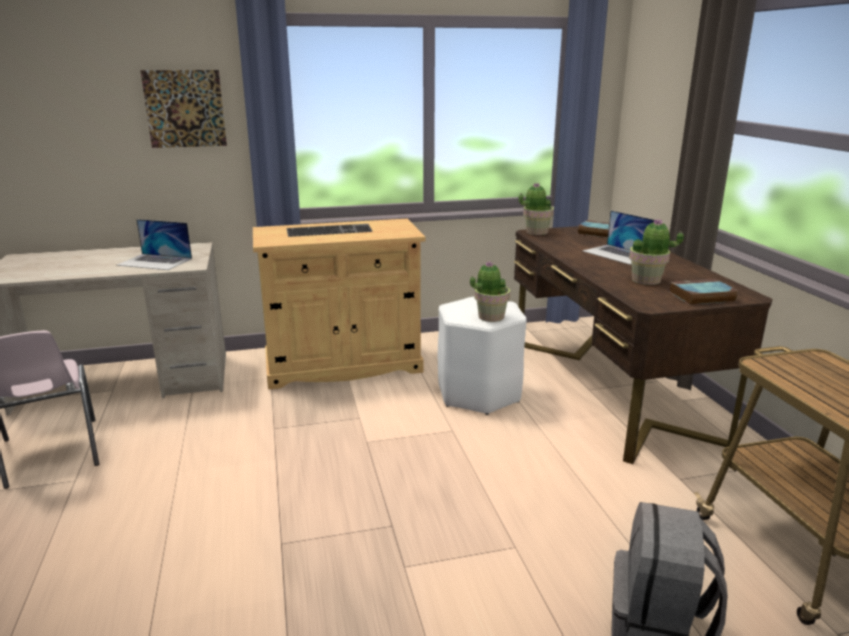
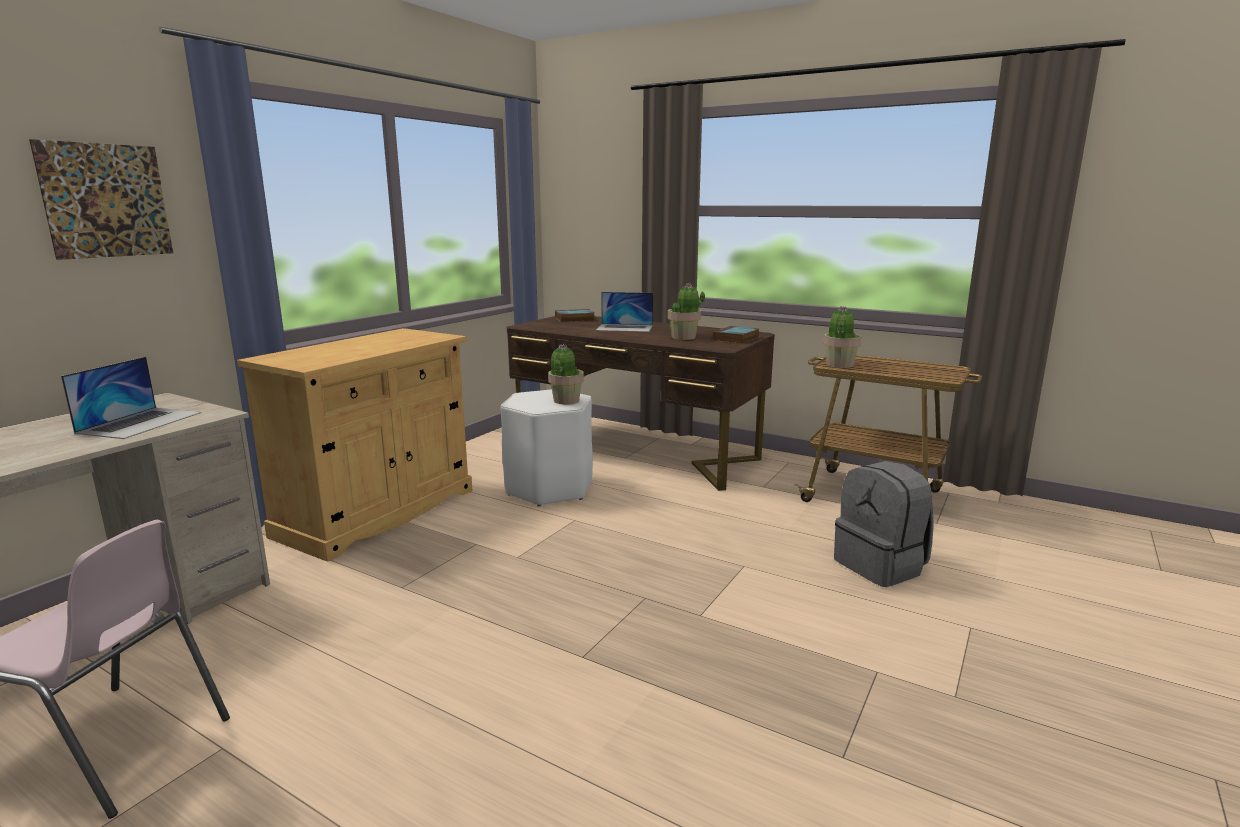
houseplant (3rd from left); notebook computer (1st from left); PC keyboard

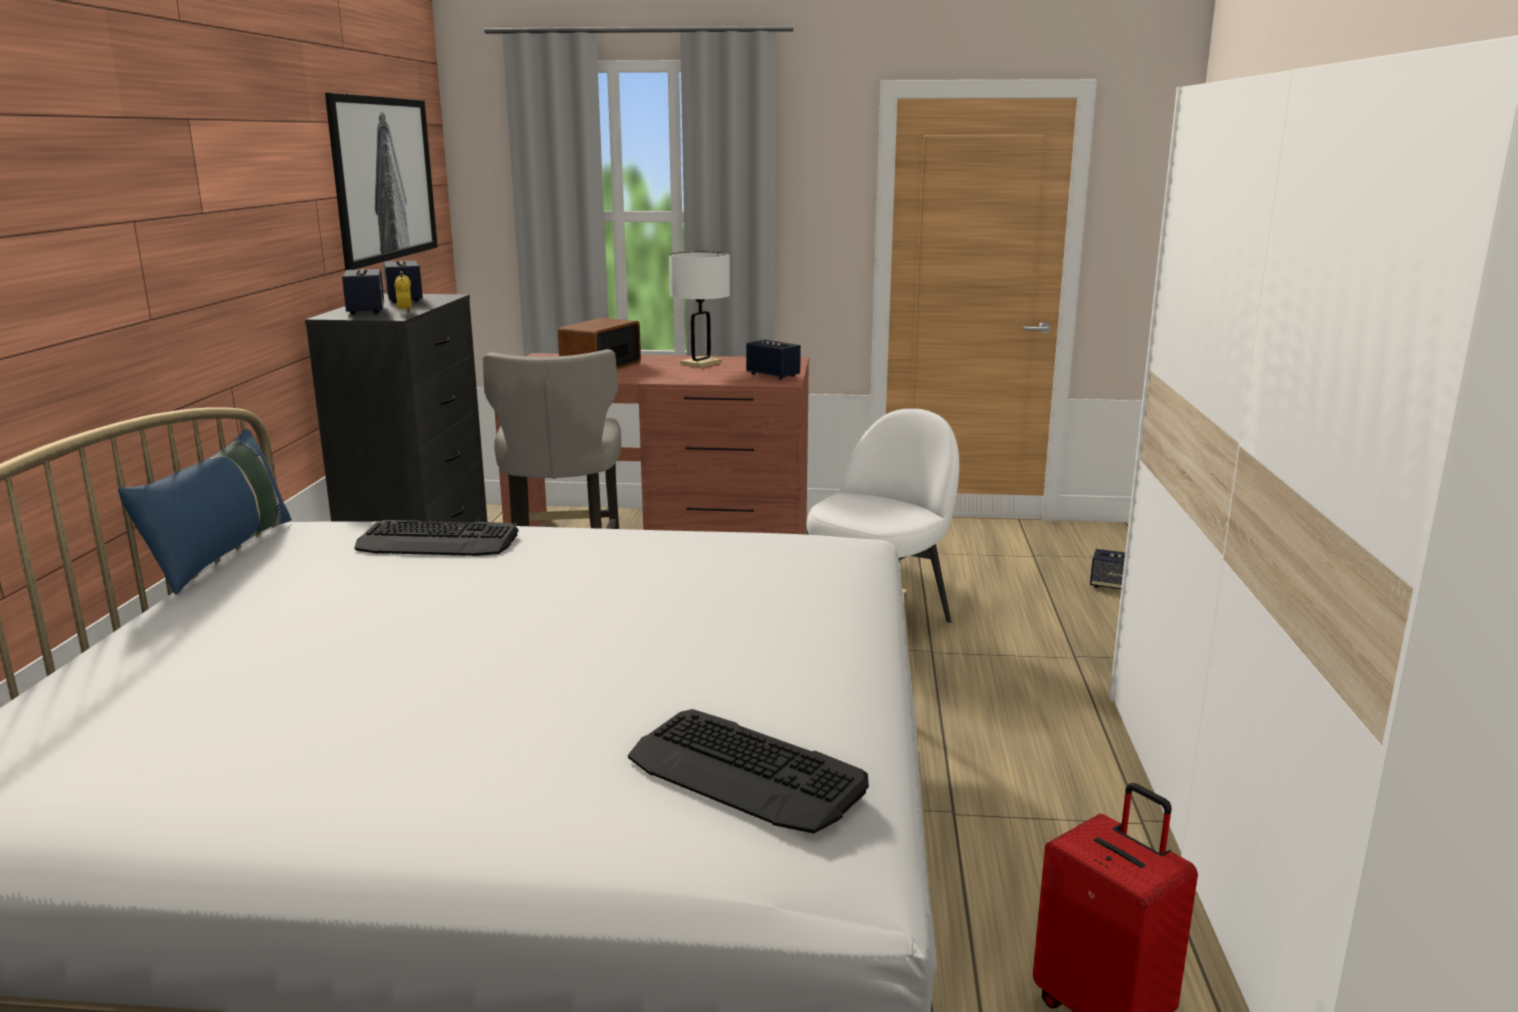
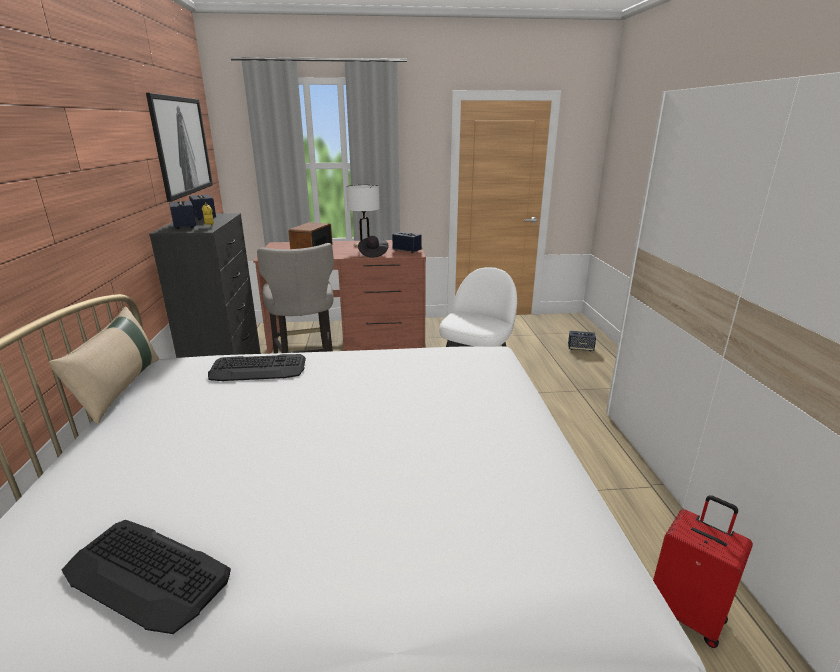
cushion in sand-coloured; PC keyboard (1st from left); hat in blackish

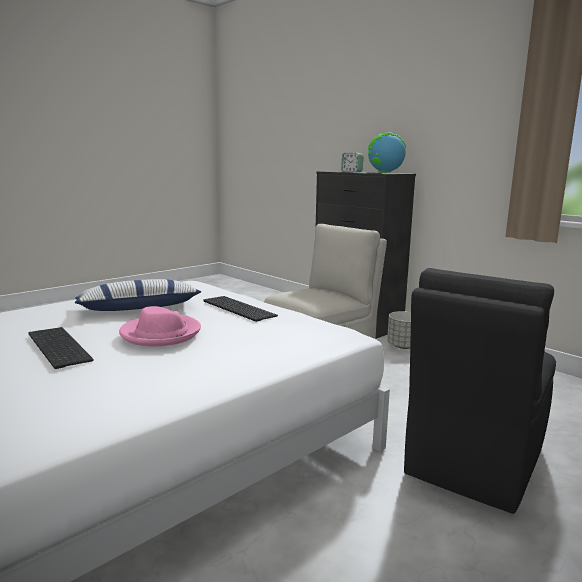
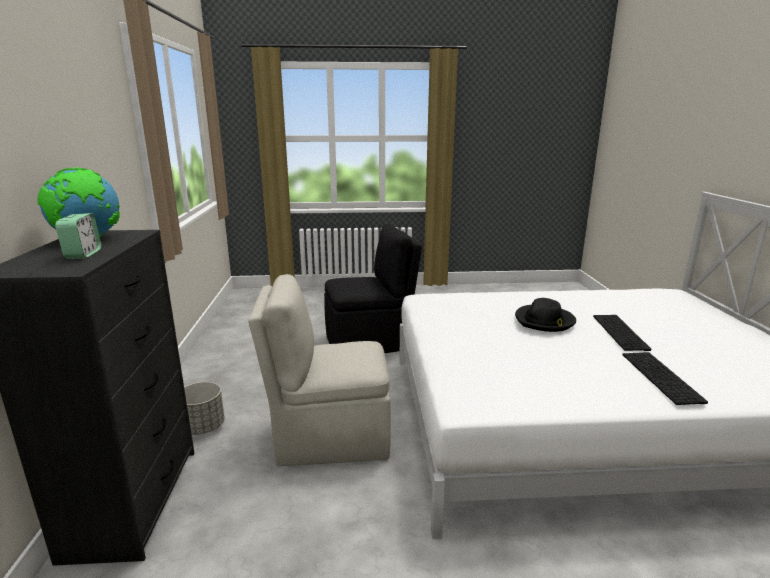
cushion; PC keyboard (2nd from left); hat in blackish

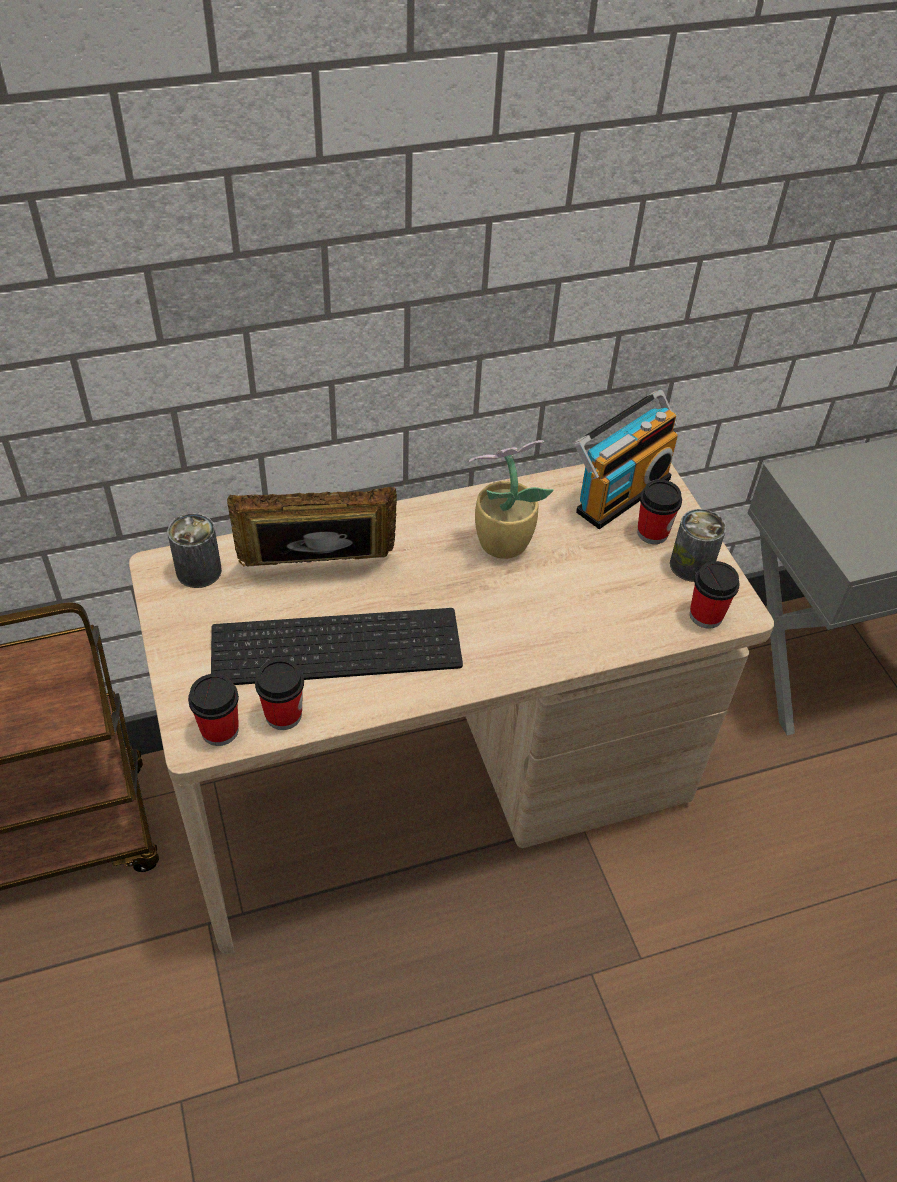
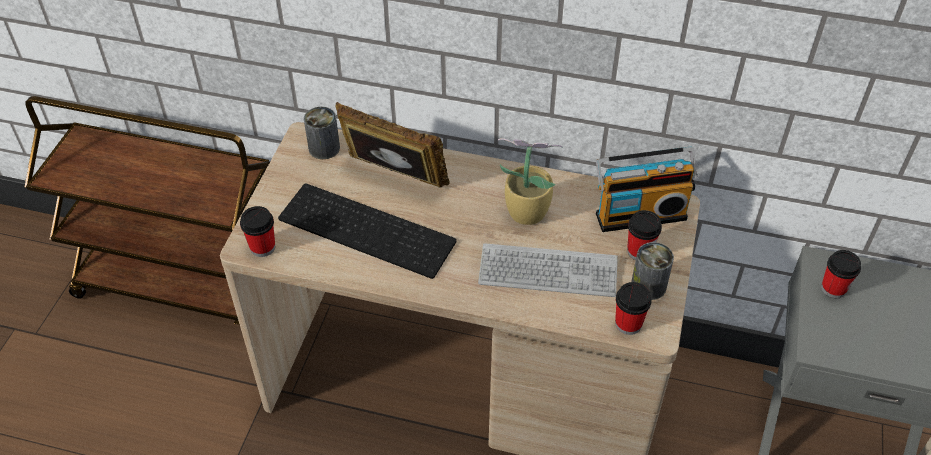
cup (4th from left); PC keyboard (2nd from left)

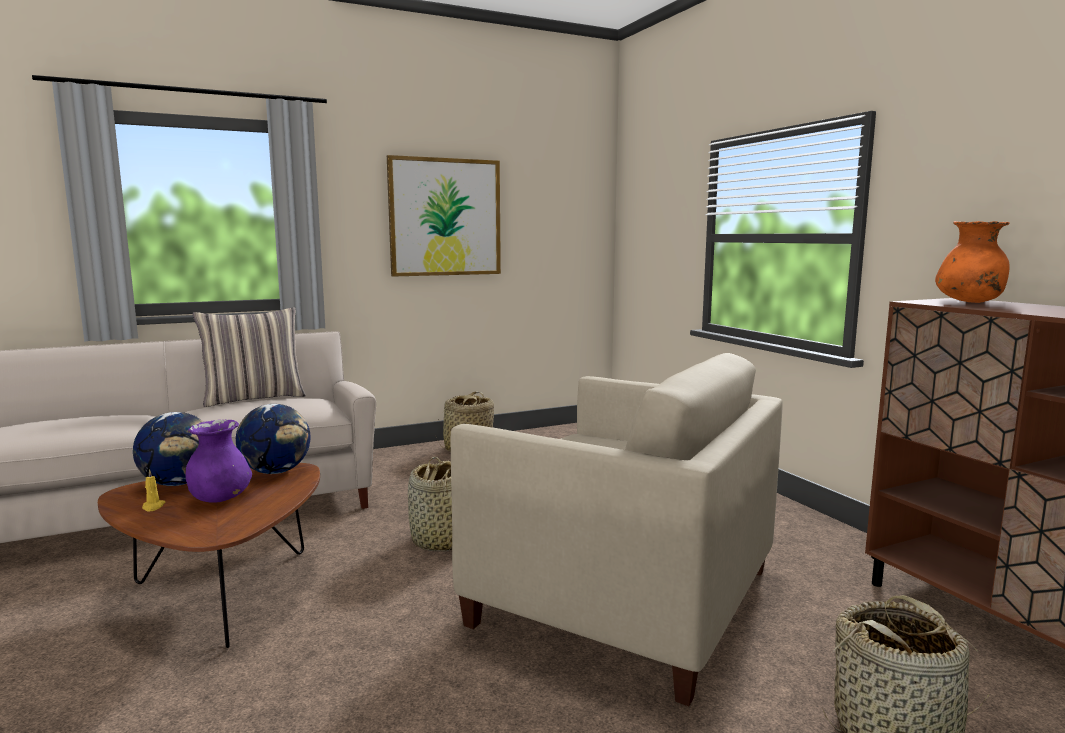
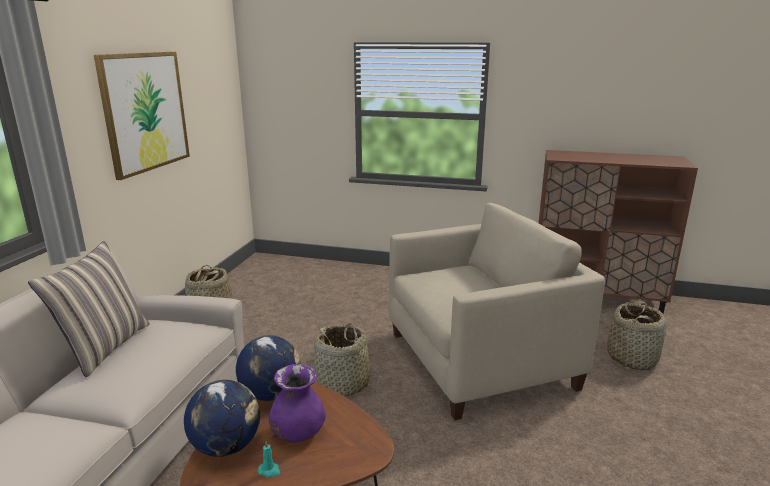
decorative vase in orange; candle in blue-green

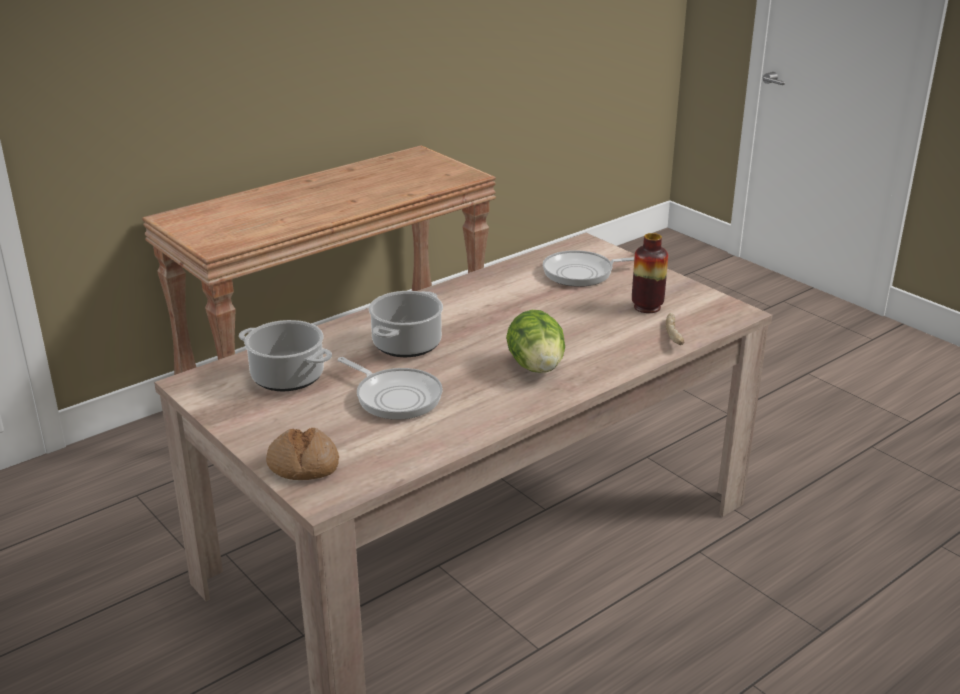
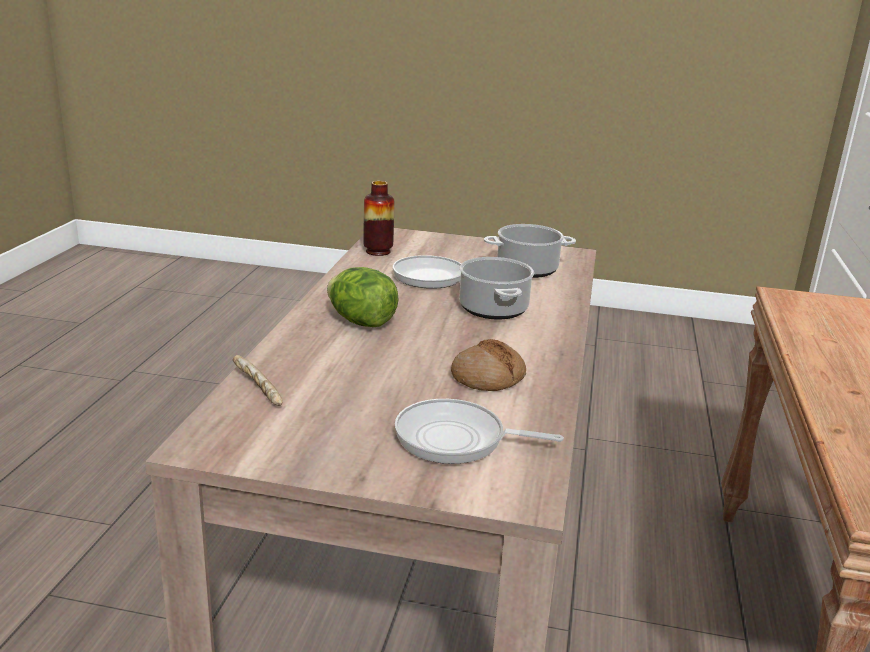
decorative vase; frying pan (2nd from left); bread (2nd from left)

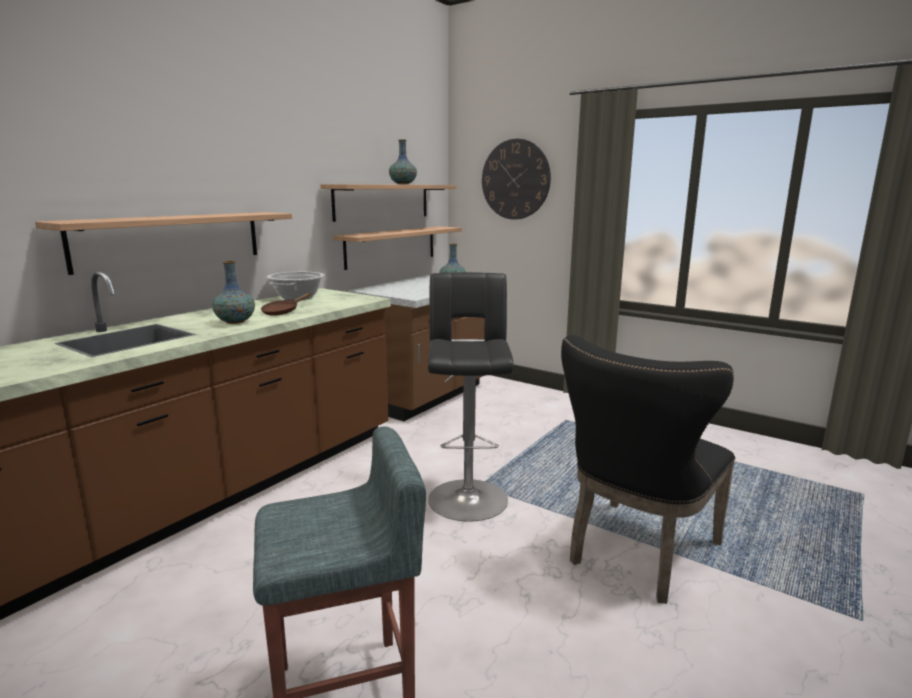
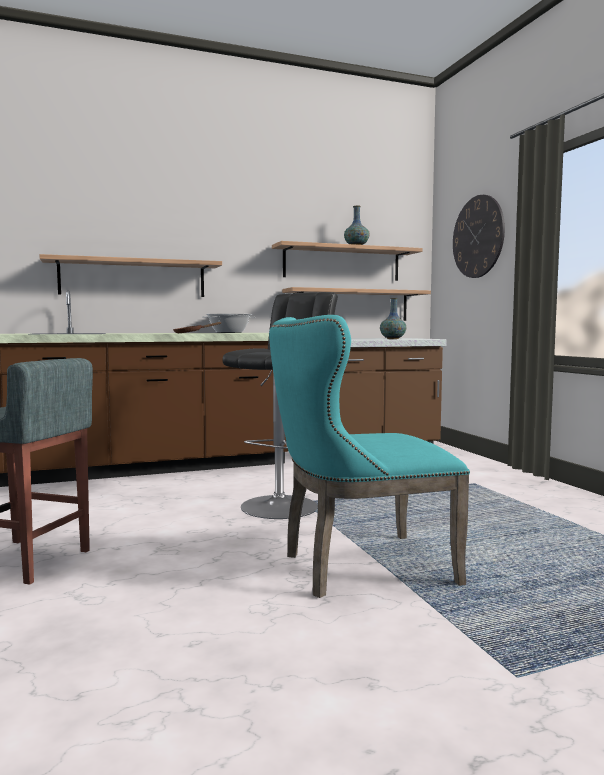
decorative vase (1st from left in the first image); chair in blue-green

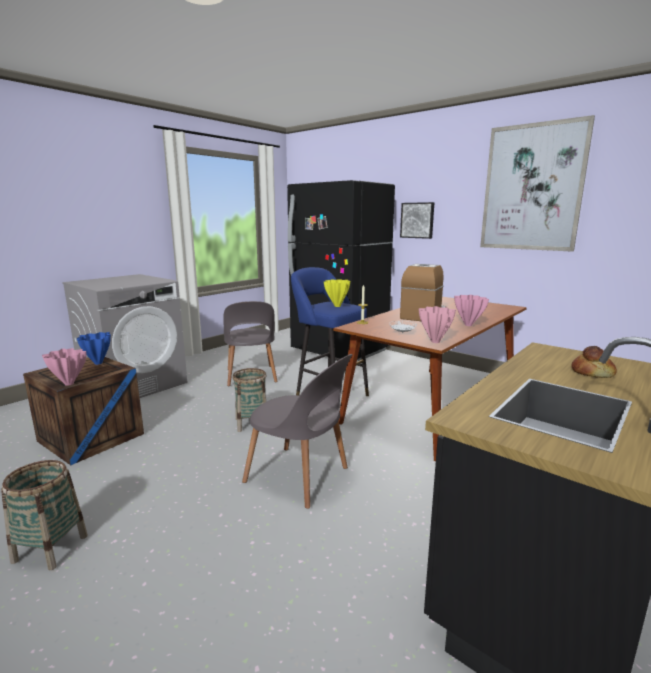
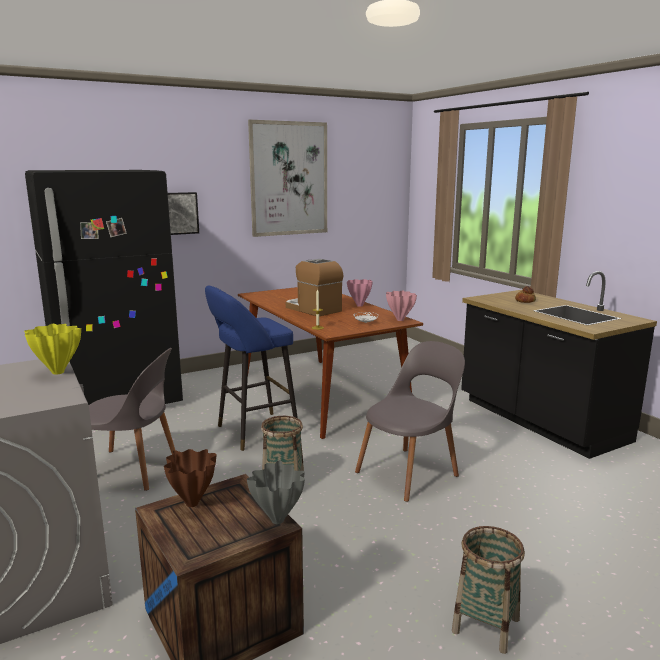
decorative vase in yellowish; decorative vase in brownish; decorative vase in greyish

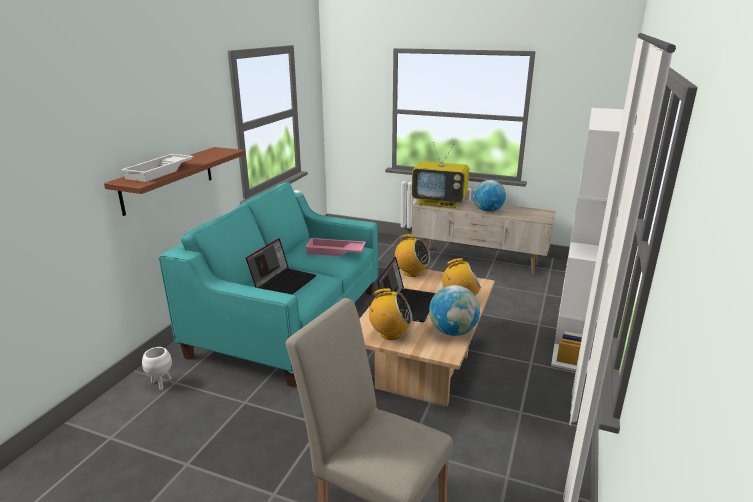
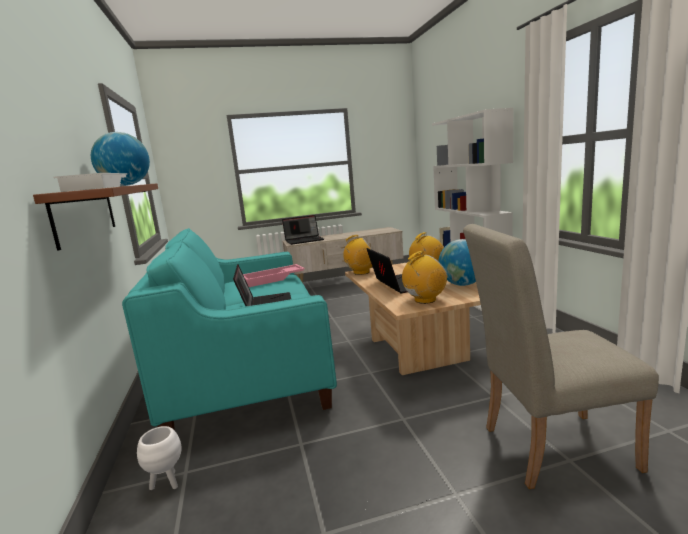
notebook computer (2nd from left); desk globe (1st from left)

